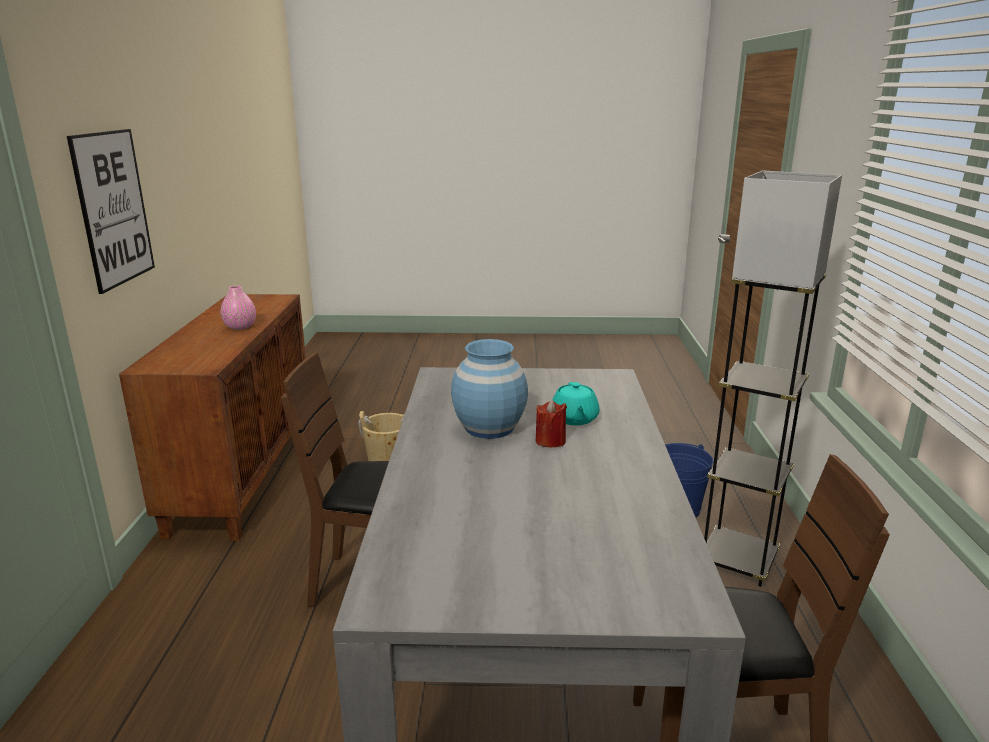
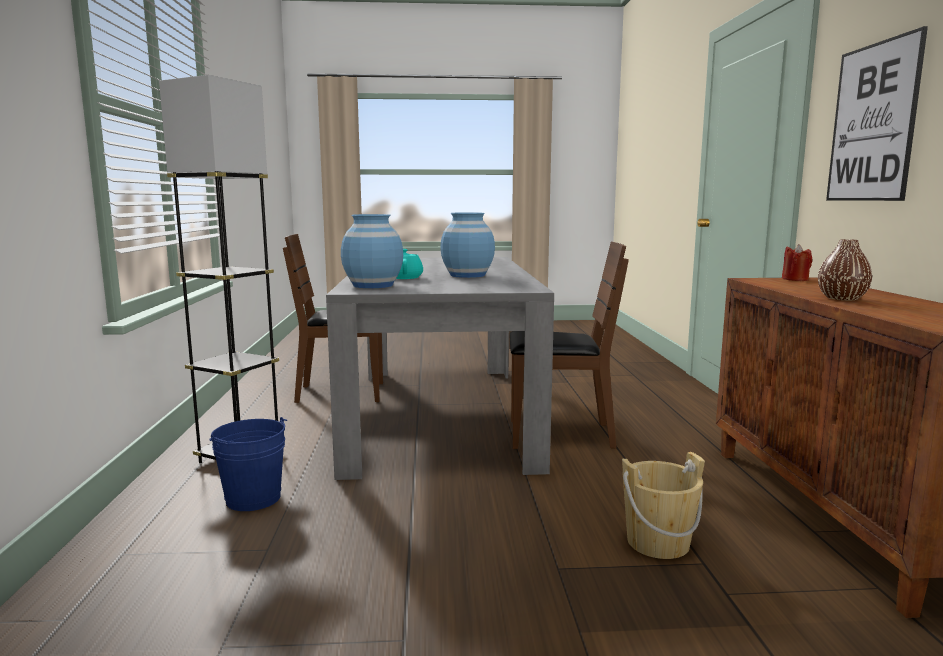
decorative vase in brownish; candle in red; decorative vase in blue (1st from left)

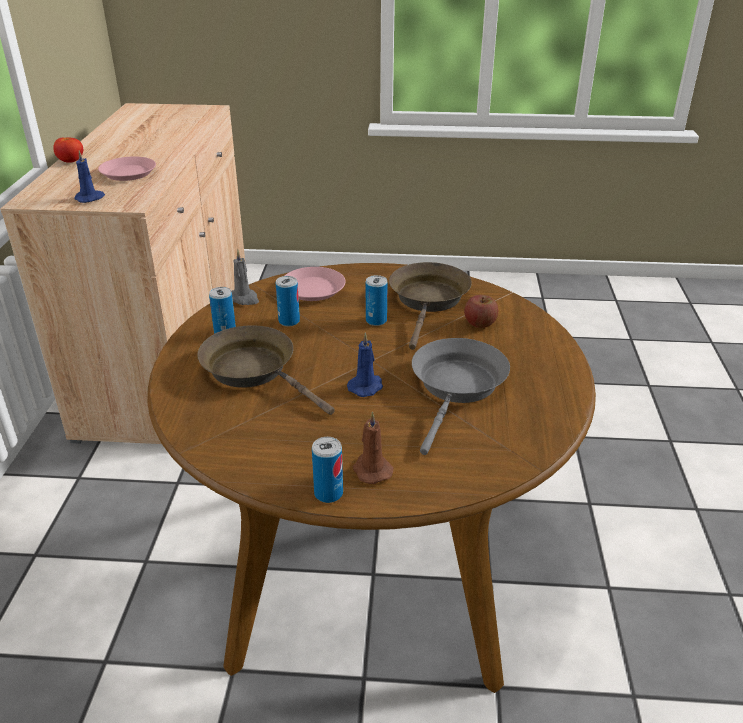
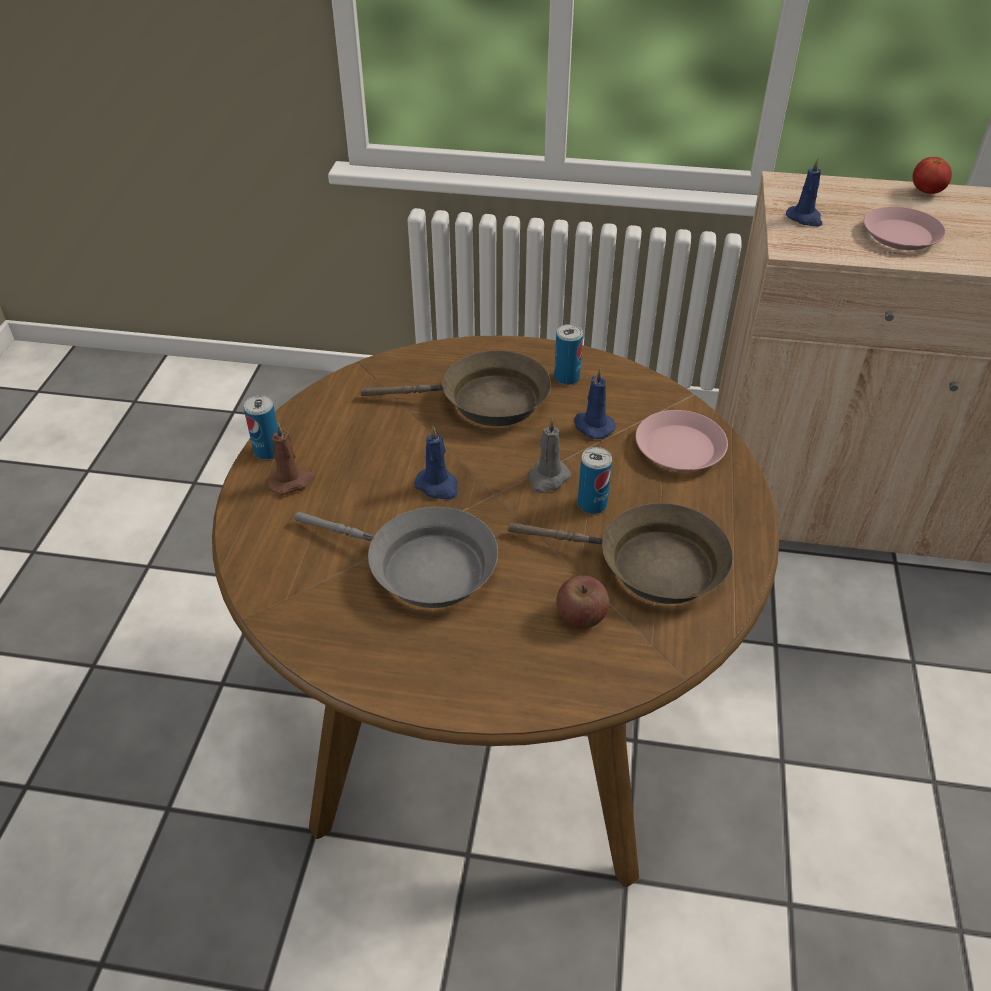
candle in greyish; candle in blue (2nd from left); frying pan in brownish (1st from left)

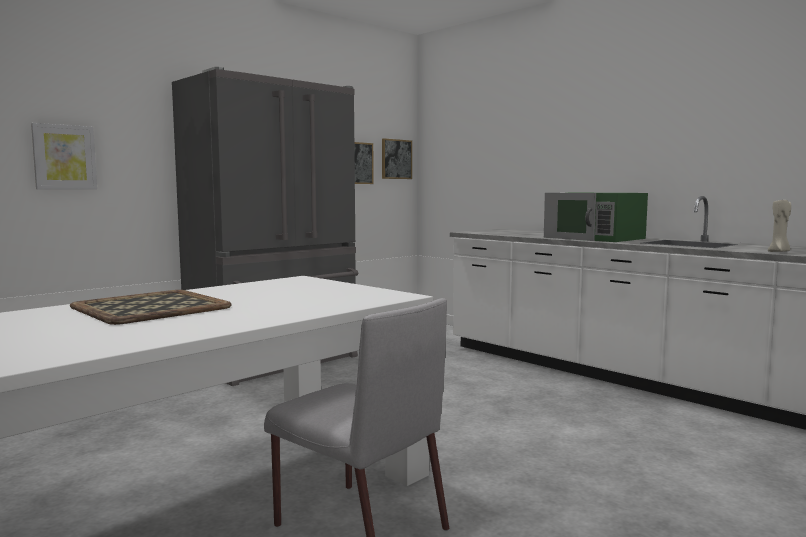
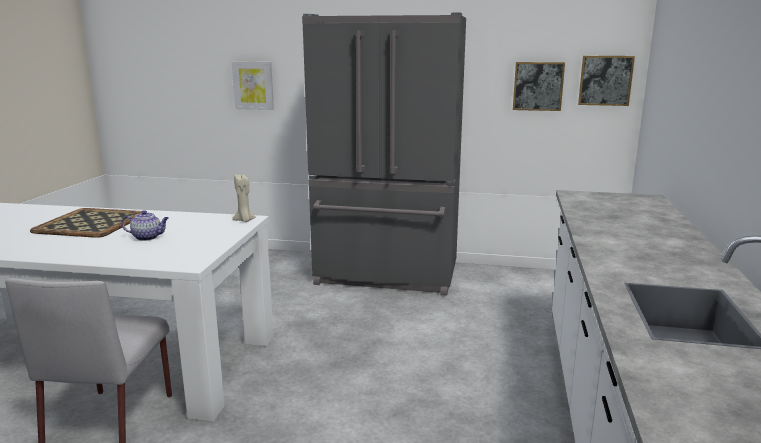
kitchen microwave in green; candle in sand-coloured; tea pot

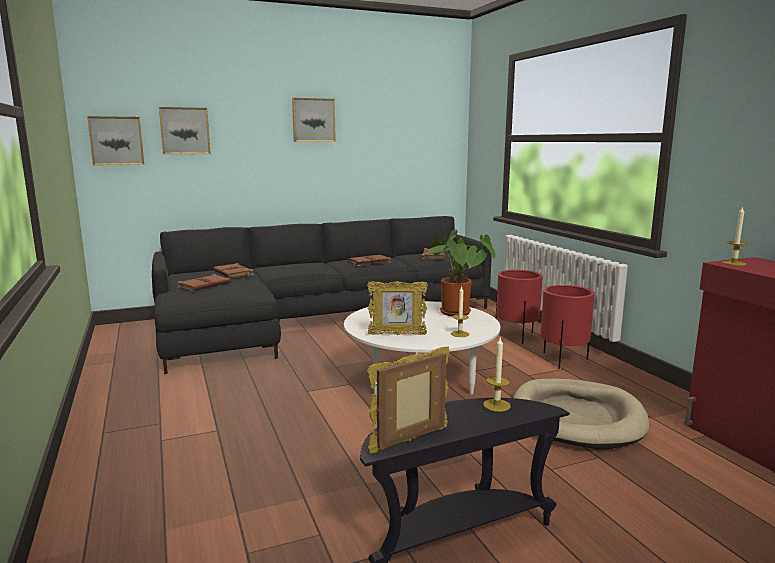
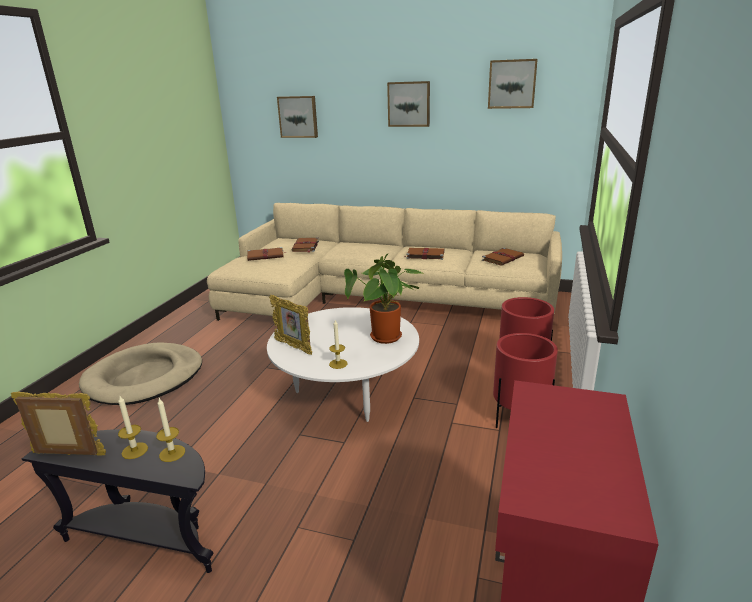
picture (3rd from left); candle (1st from left); couch in sand-coloured; dog cushion in sand-coloured

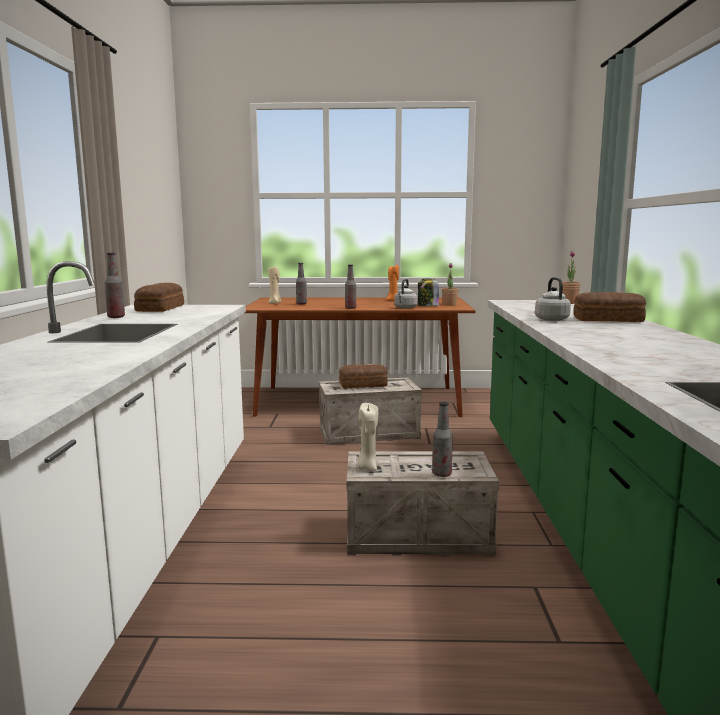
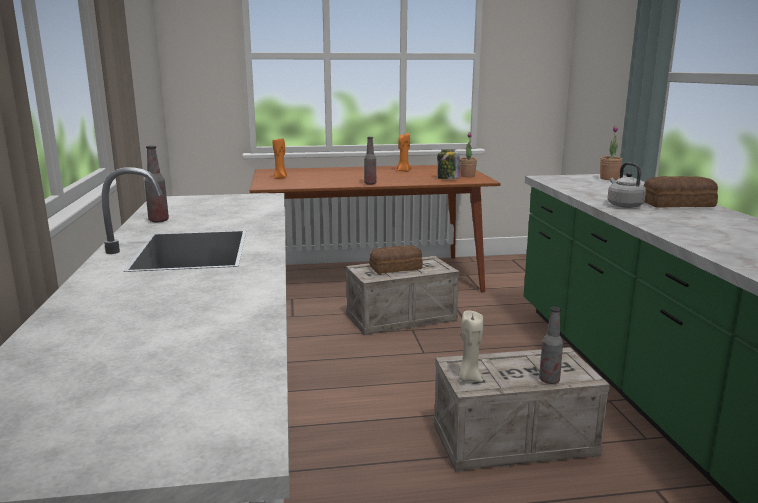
bottle (2nd from left in the first image); candle in orange (1st from left); kettle in greyish (1st from left in the first image); bread (1st from left in the first image)

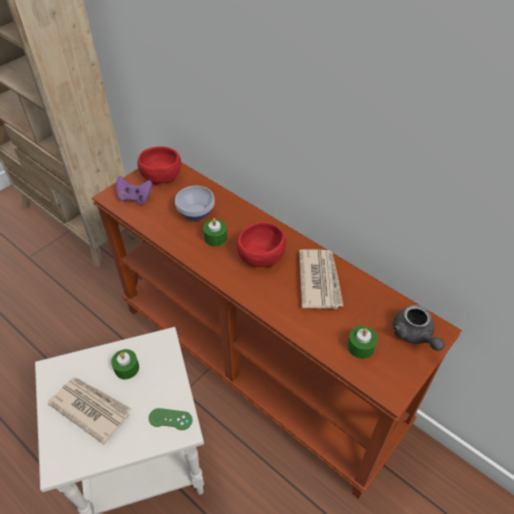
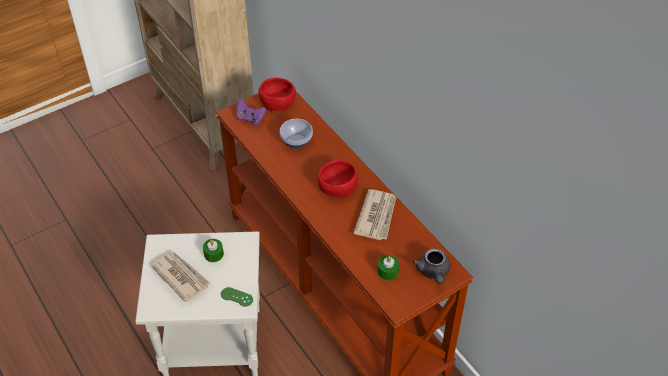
candle in green (2nd from left in the first image)

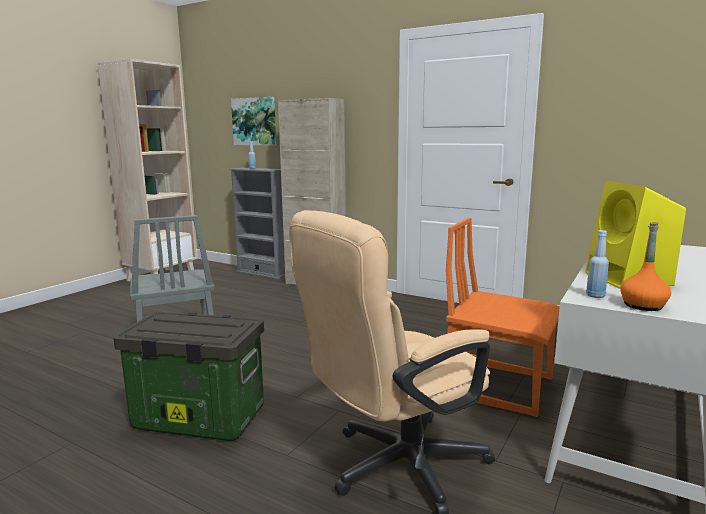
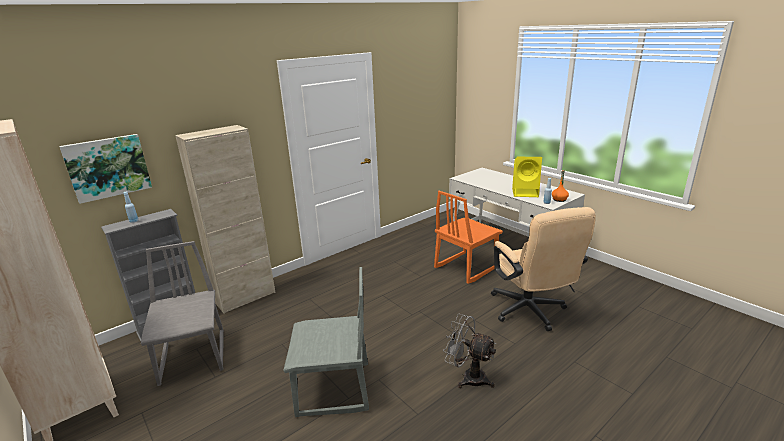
electric fan in greyish; chair in greyish (1st from left)

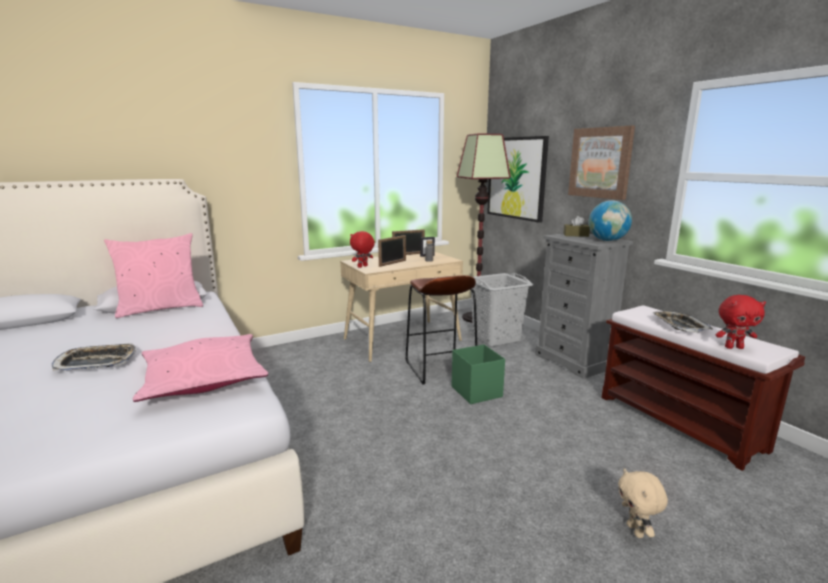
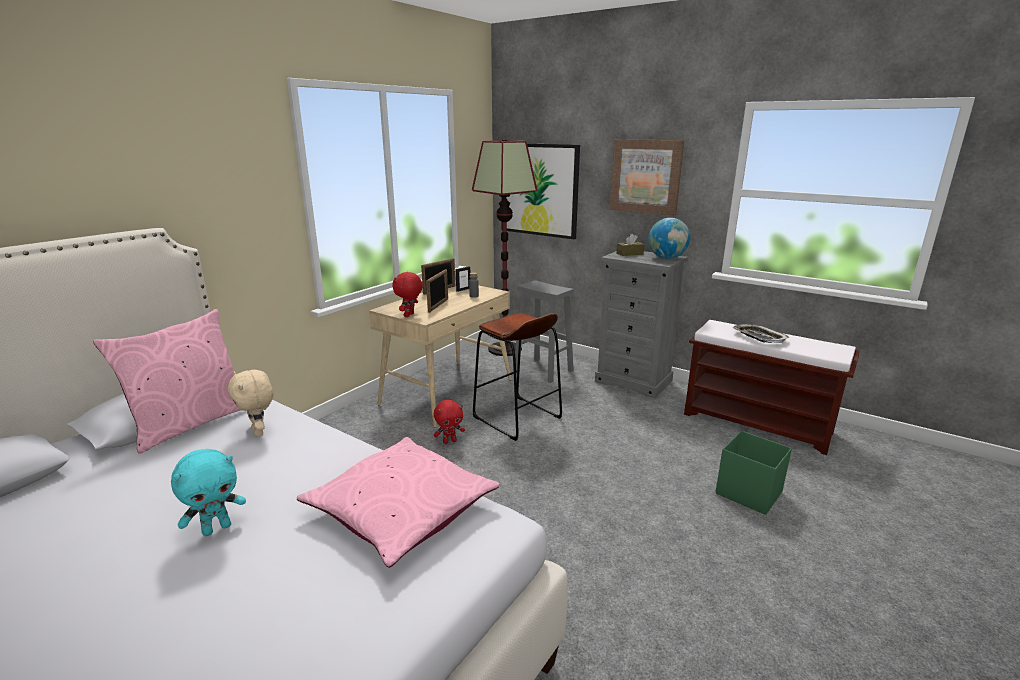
stool in greyish; soft toy in red (2nd from left); soft toy in blue-green; storage container in green; soft toy in sand-coloured

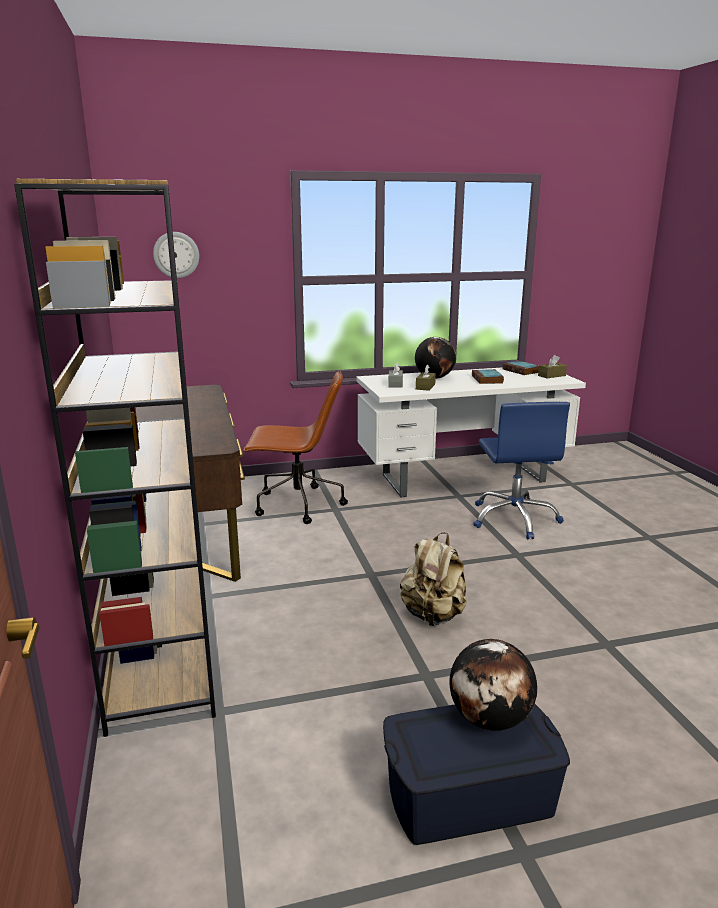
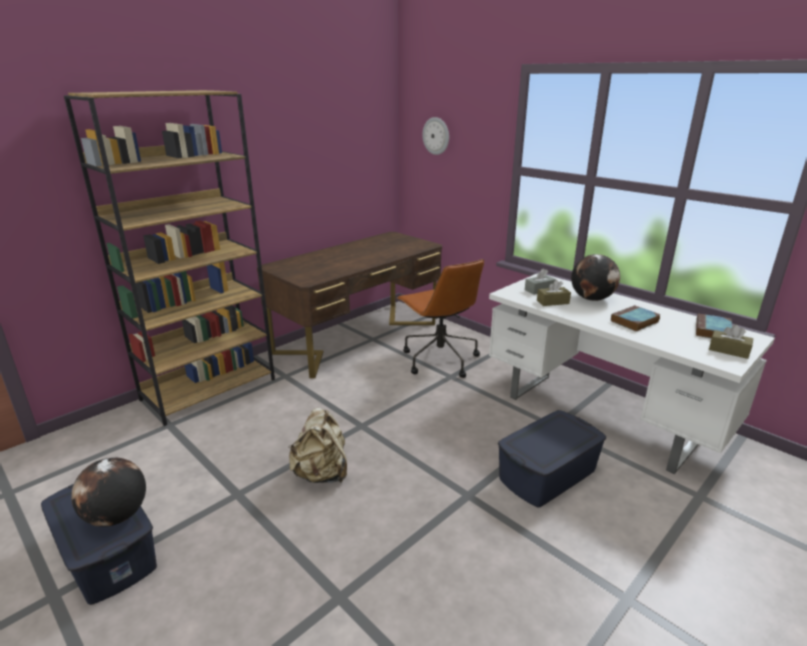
storage container in blue (2nd from left)

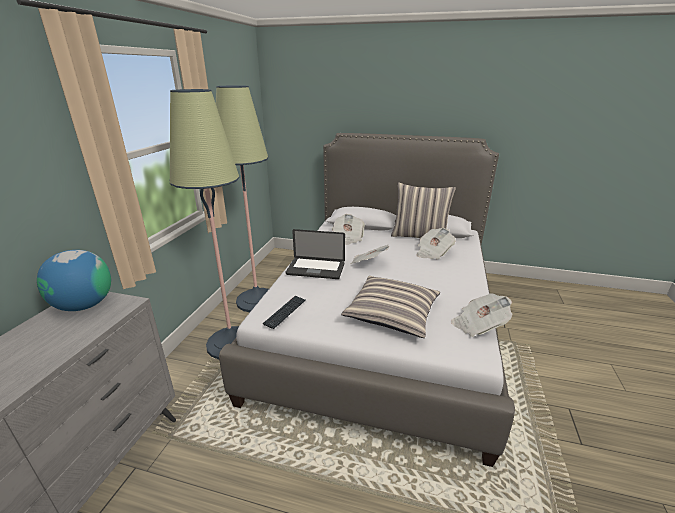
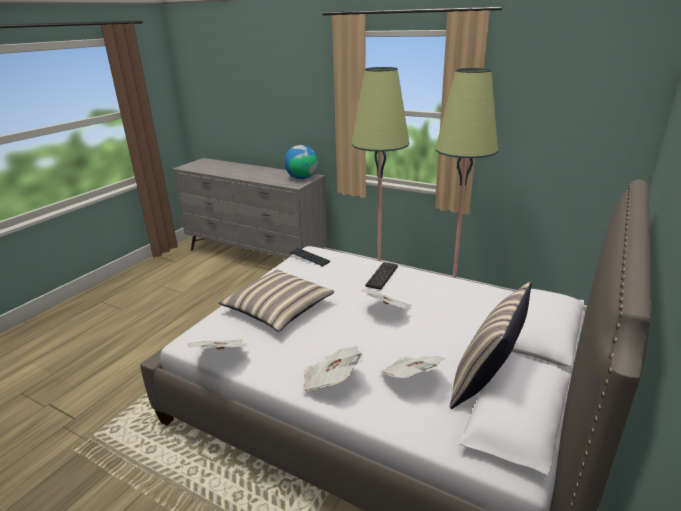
newspaper (2nd from left); PC keyboard (2nd from left)

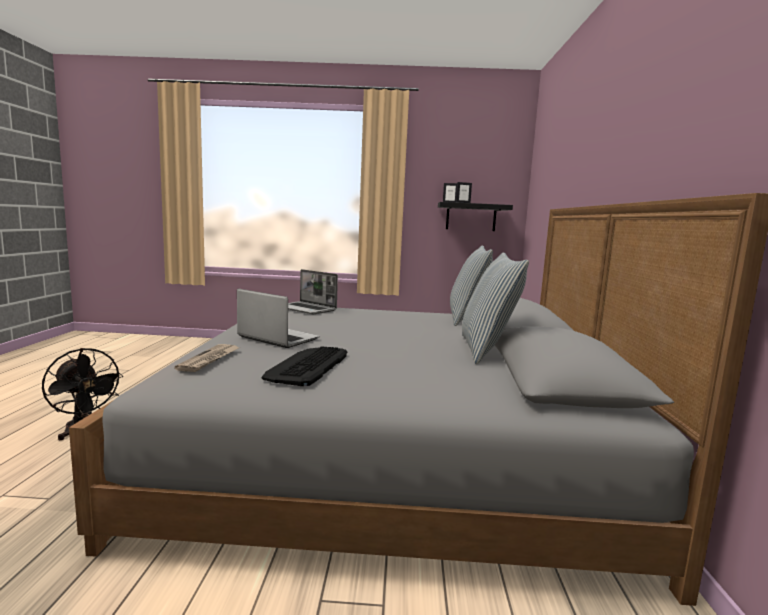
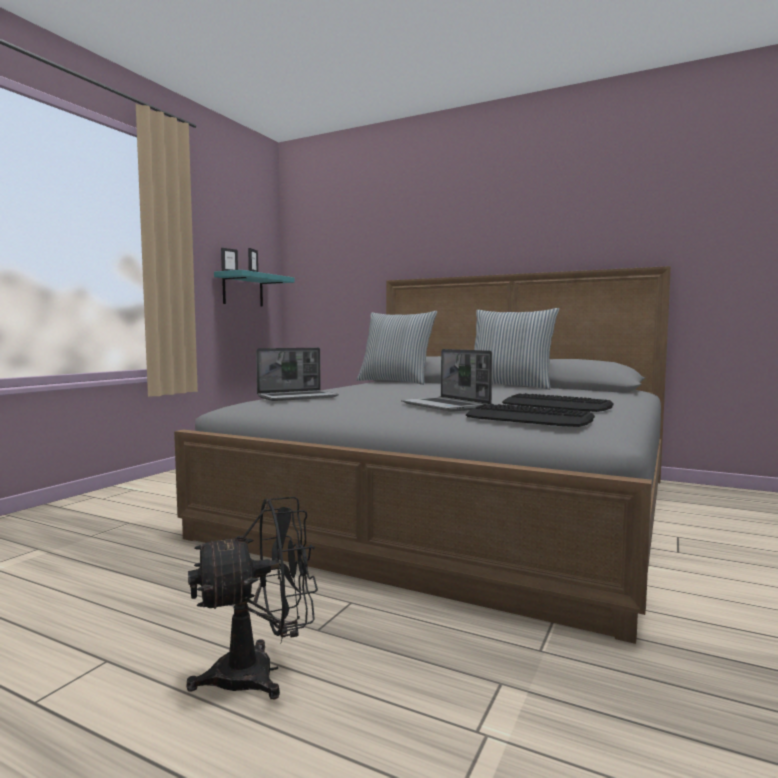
bracket shelf in blue-green; notebook computer (2nd from left); PC keyboard (1st from left)

